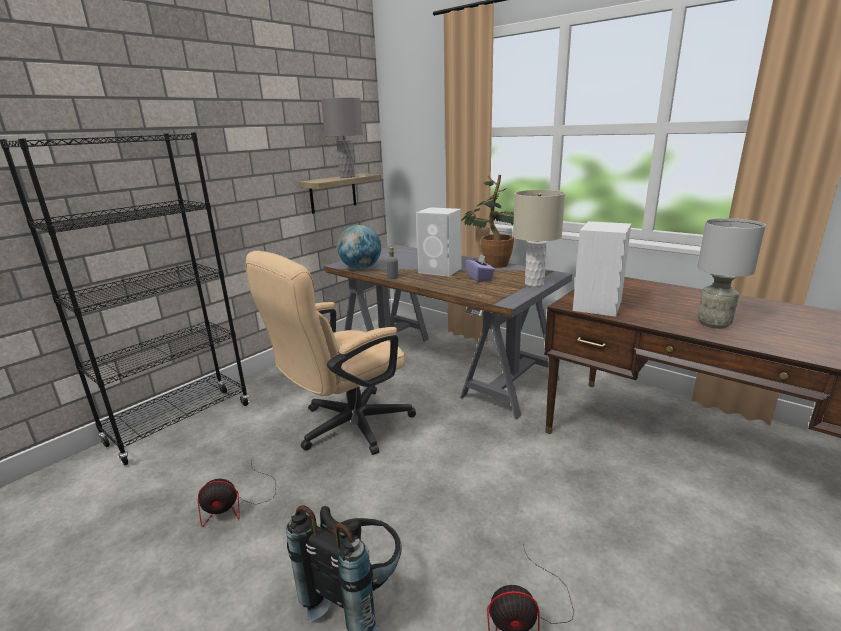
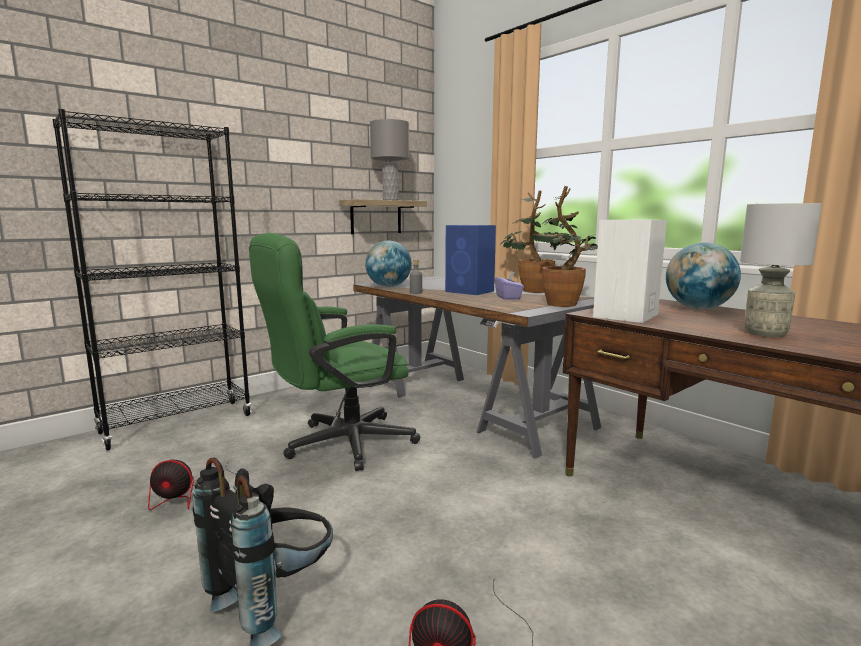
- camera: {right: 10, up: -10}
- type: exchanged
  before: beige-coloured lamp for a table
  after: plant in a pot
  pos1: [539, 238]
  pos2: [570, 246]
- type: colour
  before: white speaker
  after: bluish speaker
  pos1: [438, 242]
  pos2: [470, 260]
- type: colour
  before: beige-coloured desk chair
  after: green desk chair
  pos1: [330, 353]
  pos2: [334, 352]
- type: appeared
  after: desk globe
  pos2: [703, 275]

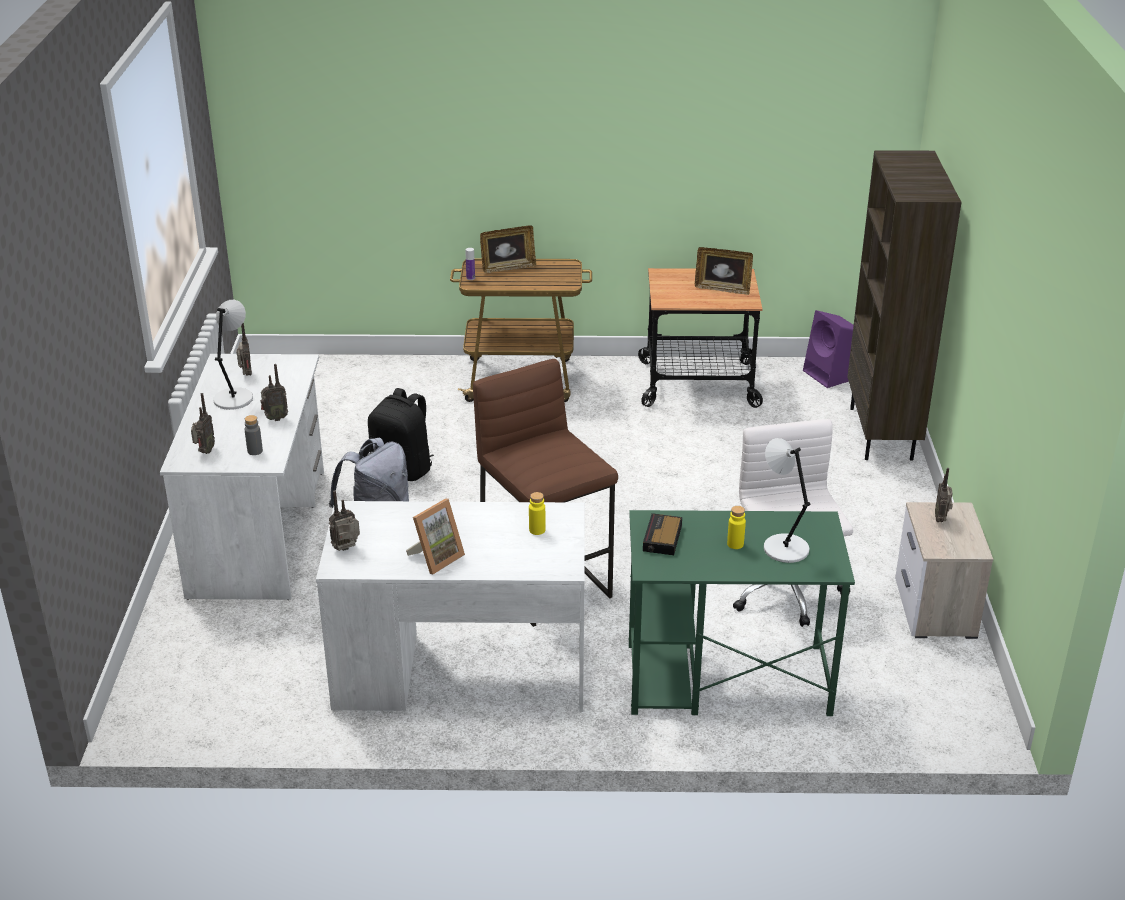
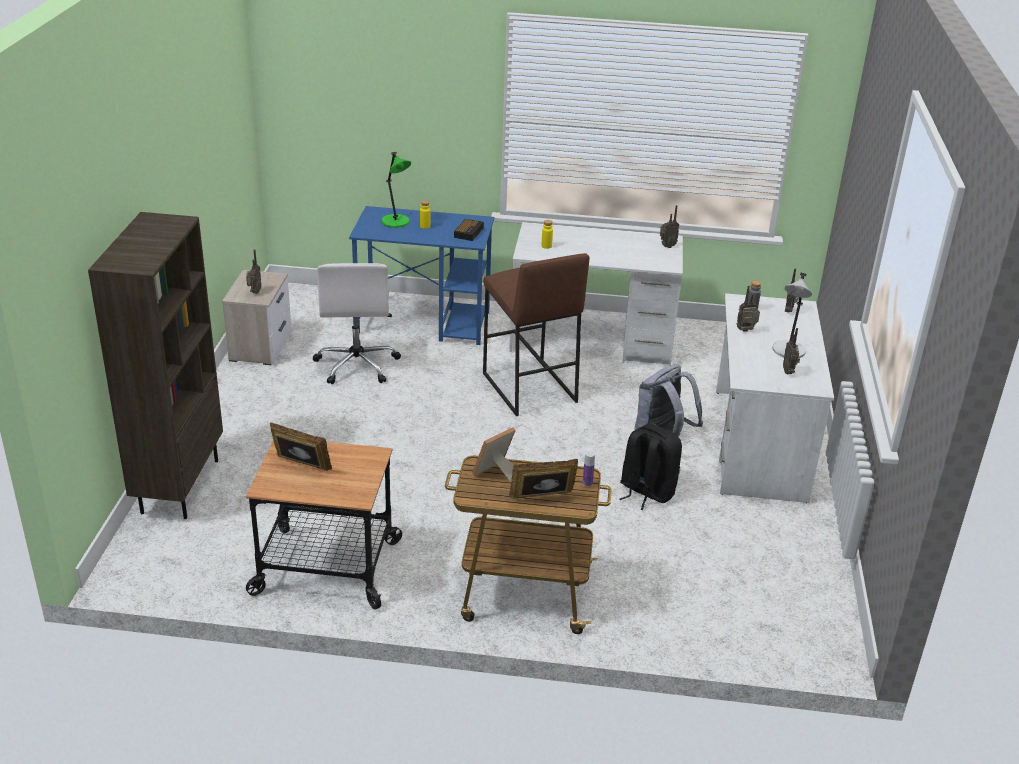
- camera: {right: -175, up: 0}
- type: missing
  before: purple-coloured speaker
  pos1: [828, 349]
- type: colour
  before: gray lamp for a table
  after: green lamp for a table
  pos1: [787, 500]
  pos2: [396, 190]
- type: relocated
  before: picture frame
  pos1: [435, 536]
  pos2: [494, 455]
- type: colour
  before: green desk table
  after: bluish desk table
  pos1: [741, 613]
  pos2: [421, 275]

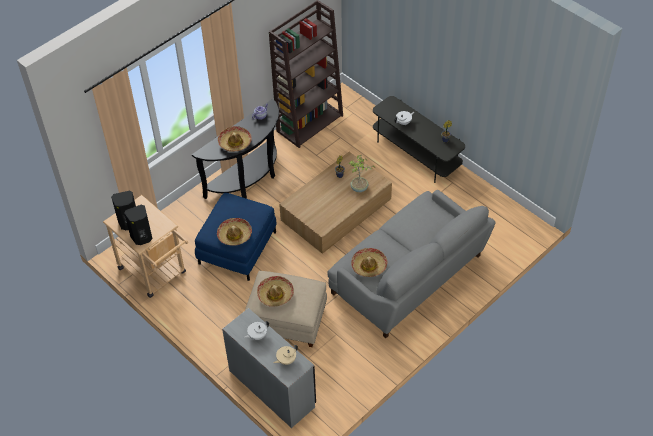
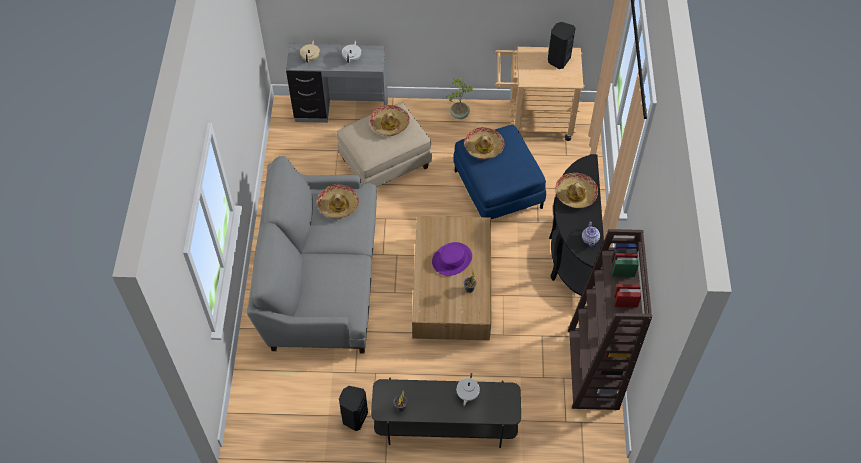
- camera: {right: 135, up: 5}
- type: relocated
  before: plant in a pot
  pos1: [362, 173]
  pos2: [459, 98]
- type: relocated
  before: blackish speaker
  pos1: [138, 224]
  pos2: [353, 408]
- type: appeared
  after: purple-coloured wearable hat
  pos2: [452, 259]

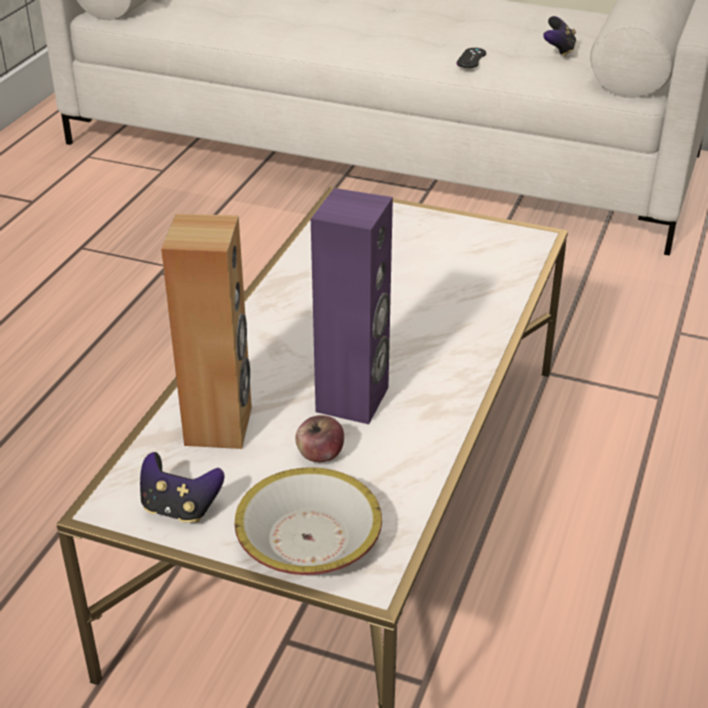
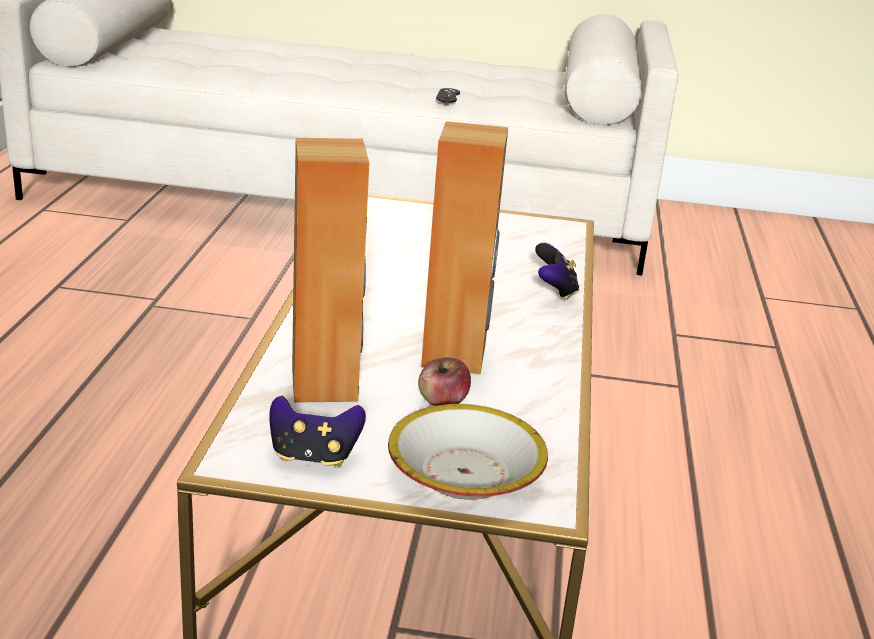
- camera: {right: -15, up: -10}
- type: relocated
  before: game controller
  pos1: [559, 36]
  pos2: [557, 271]
- type: colour
  before: purple-coloured speaker
  after: brown speaker
  pos1: [352, 306]
  pos2: [464, 247]

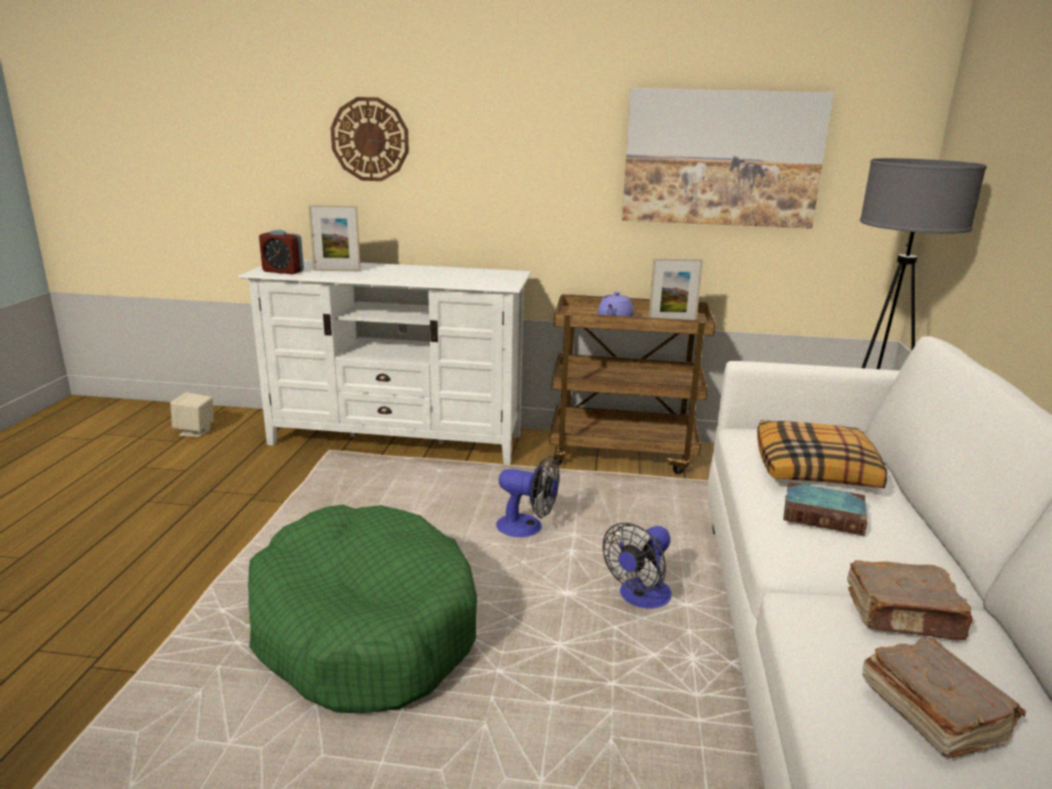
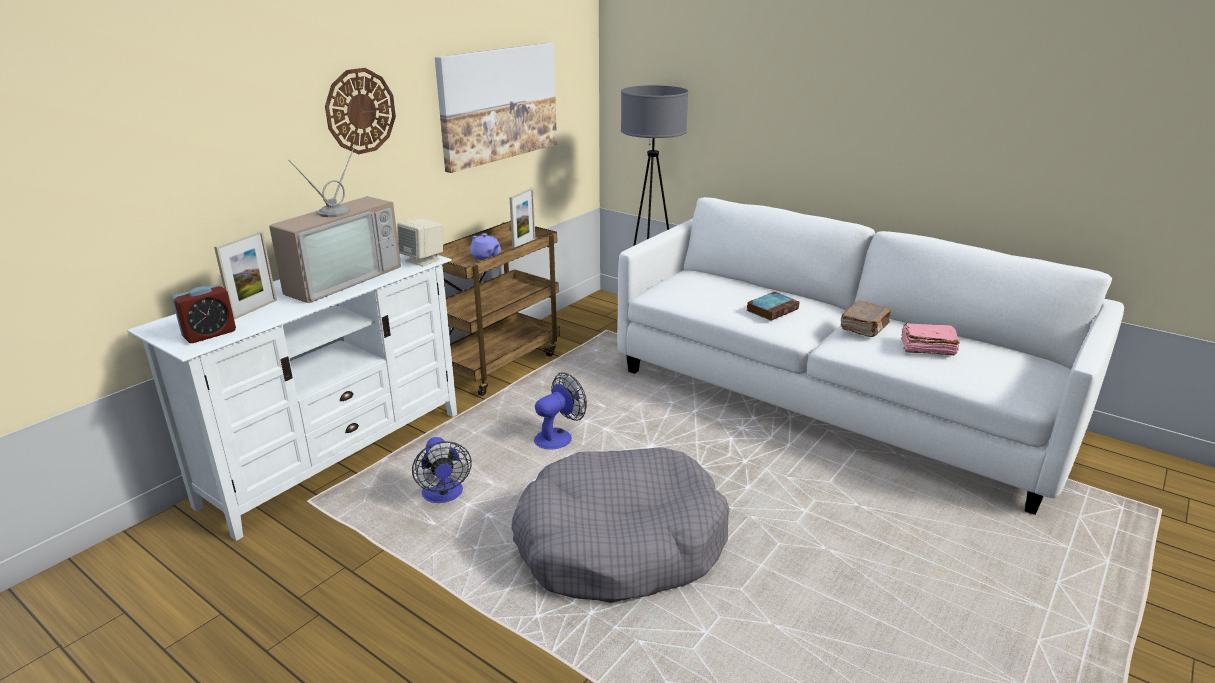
- camera: {right: -60, up: 5}
- type: relocated
  before: wall clock
  pos1: [370, 139]
  pos2: [360, 111]
- type: relocated
  before: beige-coloured speaker
  pos1: [192, 414]
  pos2: [420, 242]
- type: missing
  before: throw pillow
  pos1: [822, 454]
- type: colour
  before: green dog bed
  after: gray dog bed
  pos1: [362, 608]
  pos2: [621, 525]
- type: relocated
  before: fan
  pos1: [637, 566]
  pos2: [442, 470]
- type: colour
  before: brown book
  after: pinkish book
  pos1: [944, 697]
  pos2: [930, 339]
- type: appeared
  after: TV
  pos2: [335, 224]

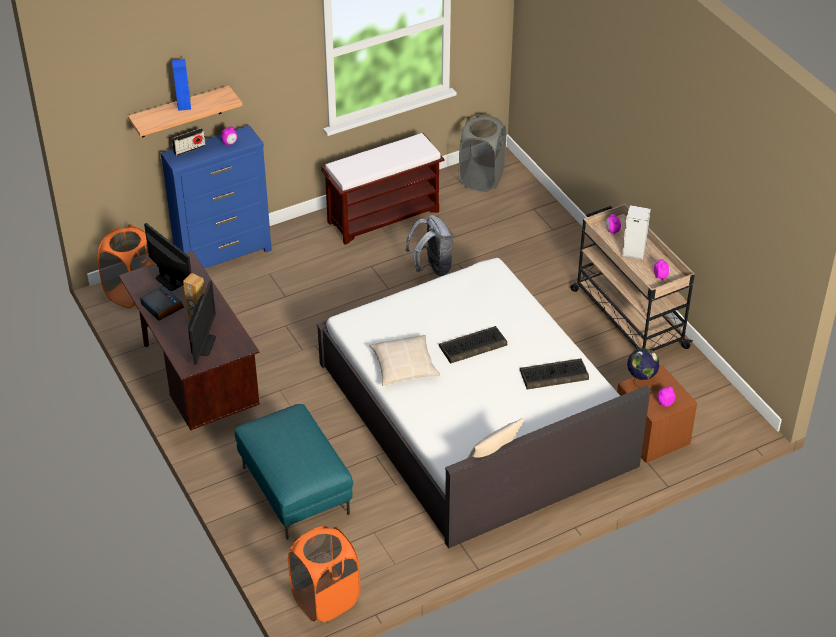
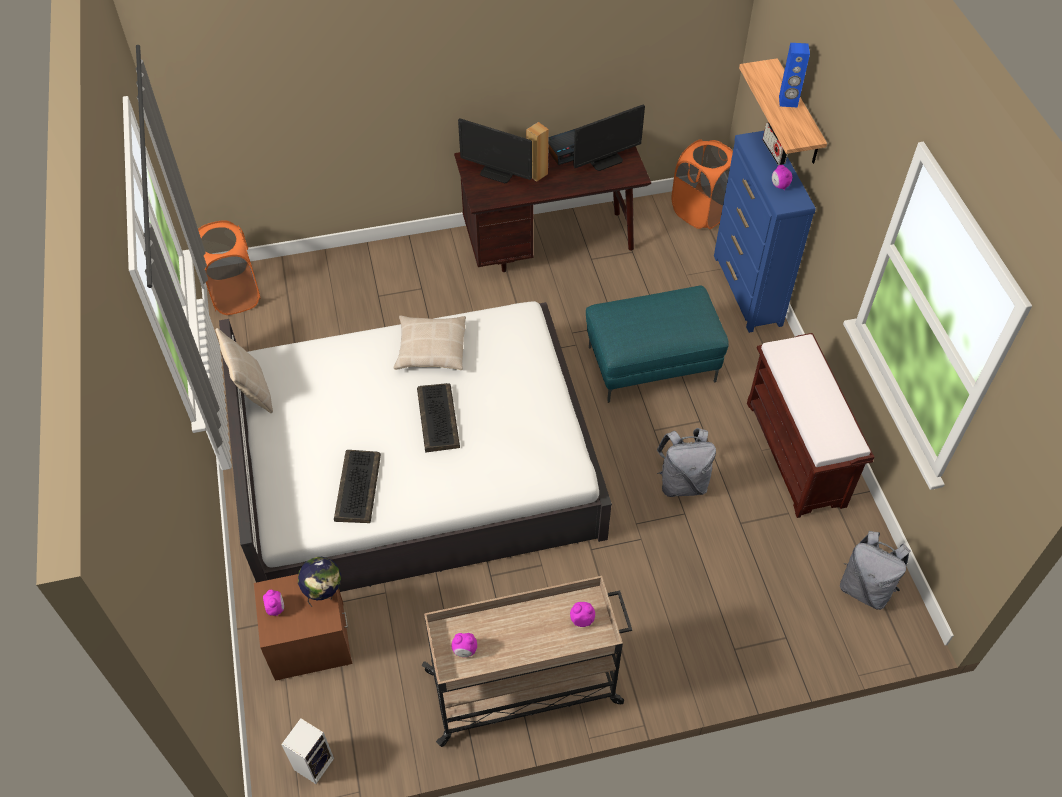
- camera: {right: 105, up: 10}
- type: exchanged
  before: gray washing basket
  after: gray rucksack
  pos1: [482, 153]
  pos2: [875, 570]
- type: relocated
  before: speaker
  pos1: [636, 232]
  pos2: [307, 751]
- type: relocated
  before: turquoise ottoman
  pos1: [294, 472]
  pos2: [657, 344]

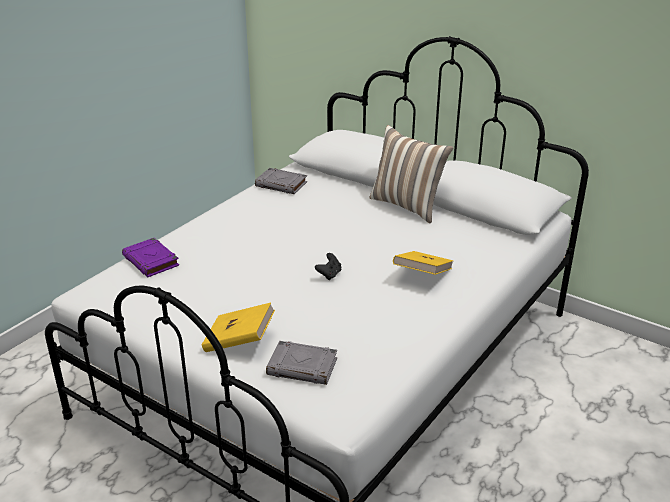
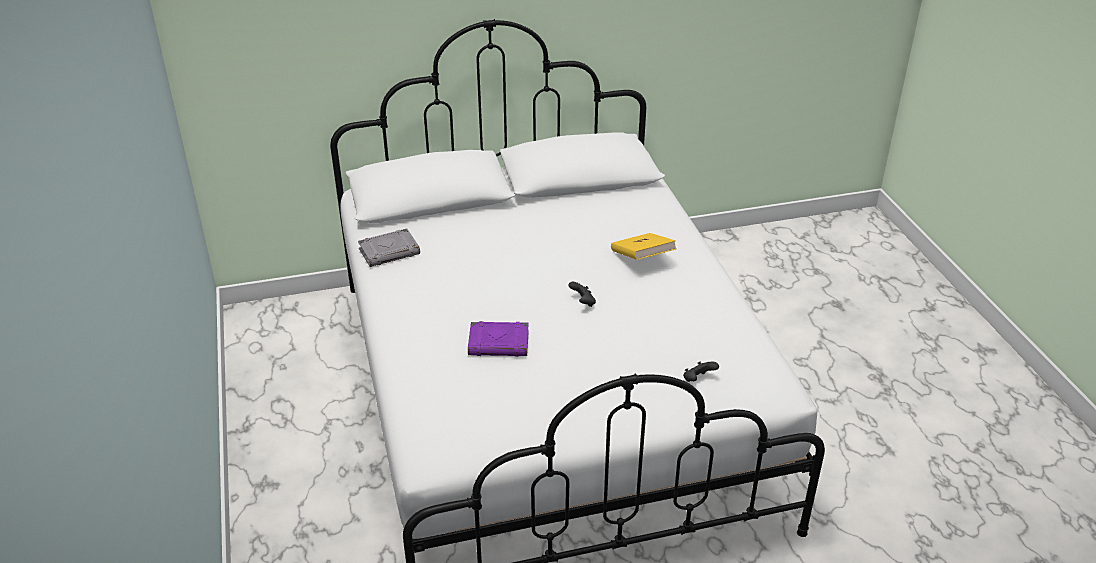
- camera: {right: -50, up: 5}
- type: missing
  before: throw pillow
  pos1: [411, 174]
- type: relocated
  before: purple-coloured book
  pos1: [150, 257]
  pos2: [498, 339]
- type: missing
  before: yellowish book
  pos1: [238, 327]
- type: exchanged
  before: gray book
  after: blackish game controller
  pos1: [301, 363]
  pos2: [701, 371]

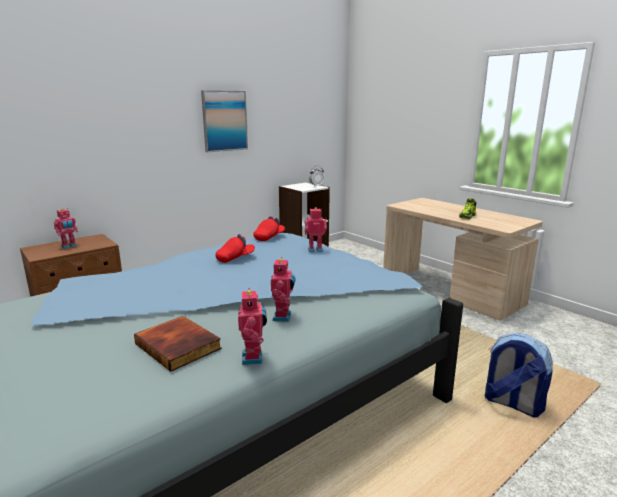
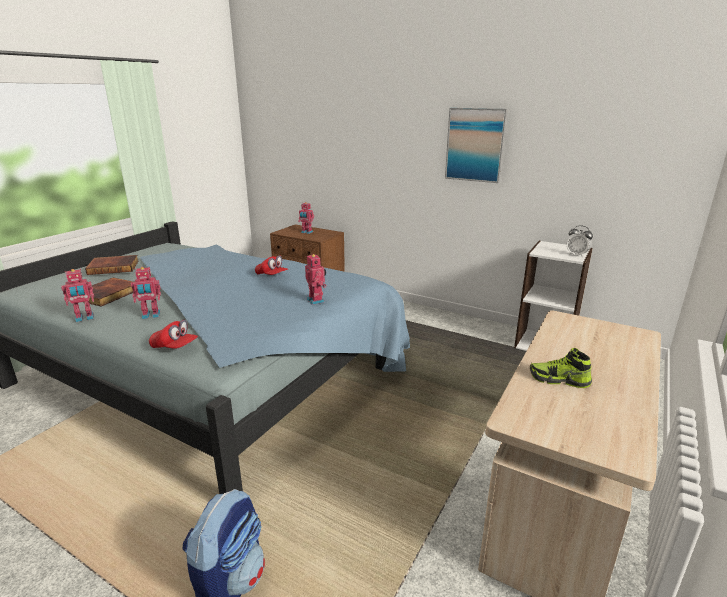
- camera: {right: 70, up: 5}
- type: relocated
  before: red baseball cap
  pos1: [269, 228]
  pos2: [173, 334]
- type: appeared
  after: book
  pos2: [111, 265]

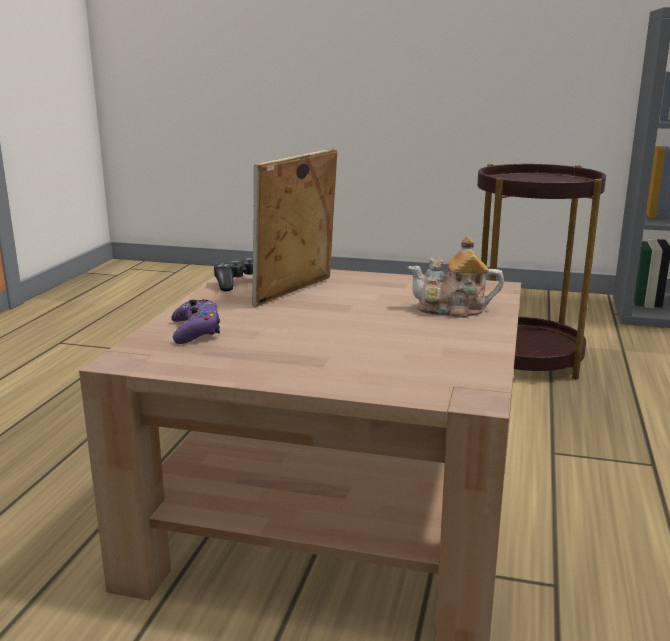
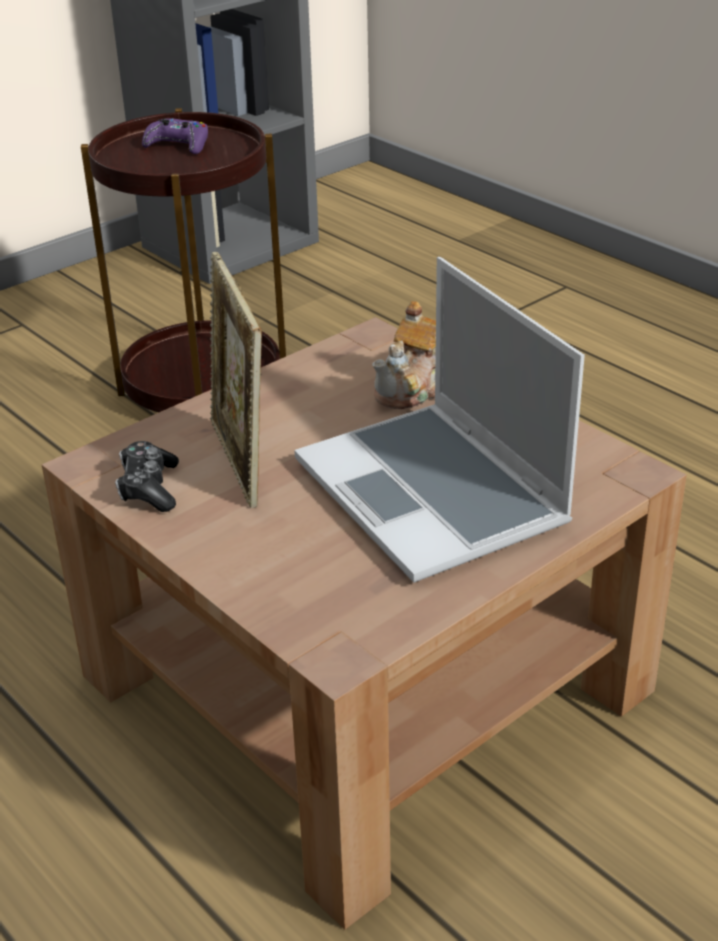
- camera: {right: -55, up: 15}
- type: relocated
  before: purple-coloured game controller
  pos1: [195, 321]
  pos2: [175, 136]
- type: appeared
  after: laptop
  pos2: [439, 420]

